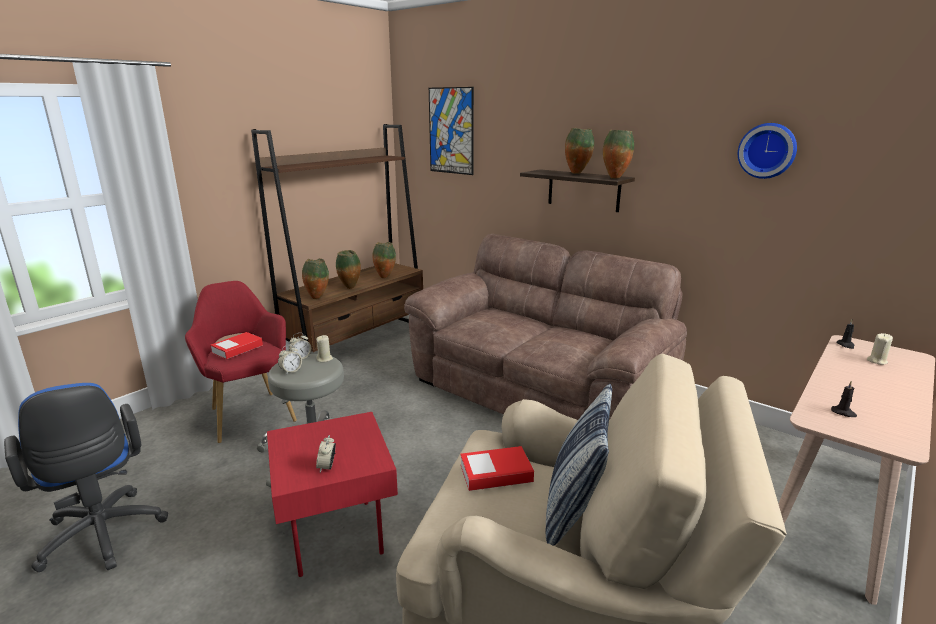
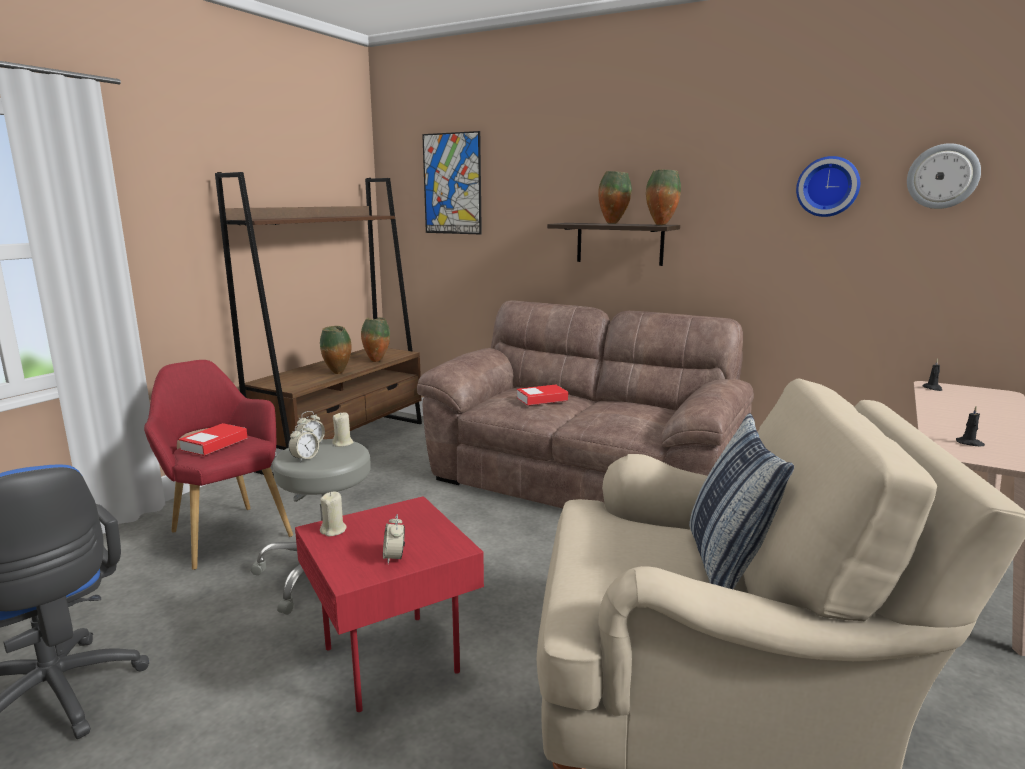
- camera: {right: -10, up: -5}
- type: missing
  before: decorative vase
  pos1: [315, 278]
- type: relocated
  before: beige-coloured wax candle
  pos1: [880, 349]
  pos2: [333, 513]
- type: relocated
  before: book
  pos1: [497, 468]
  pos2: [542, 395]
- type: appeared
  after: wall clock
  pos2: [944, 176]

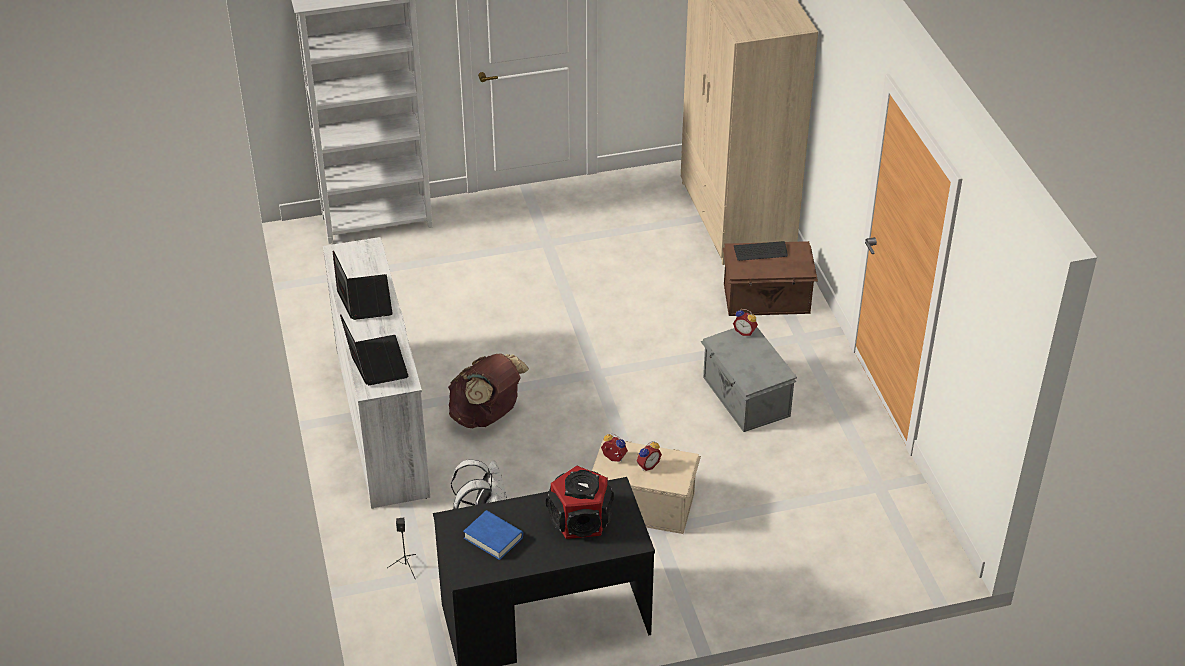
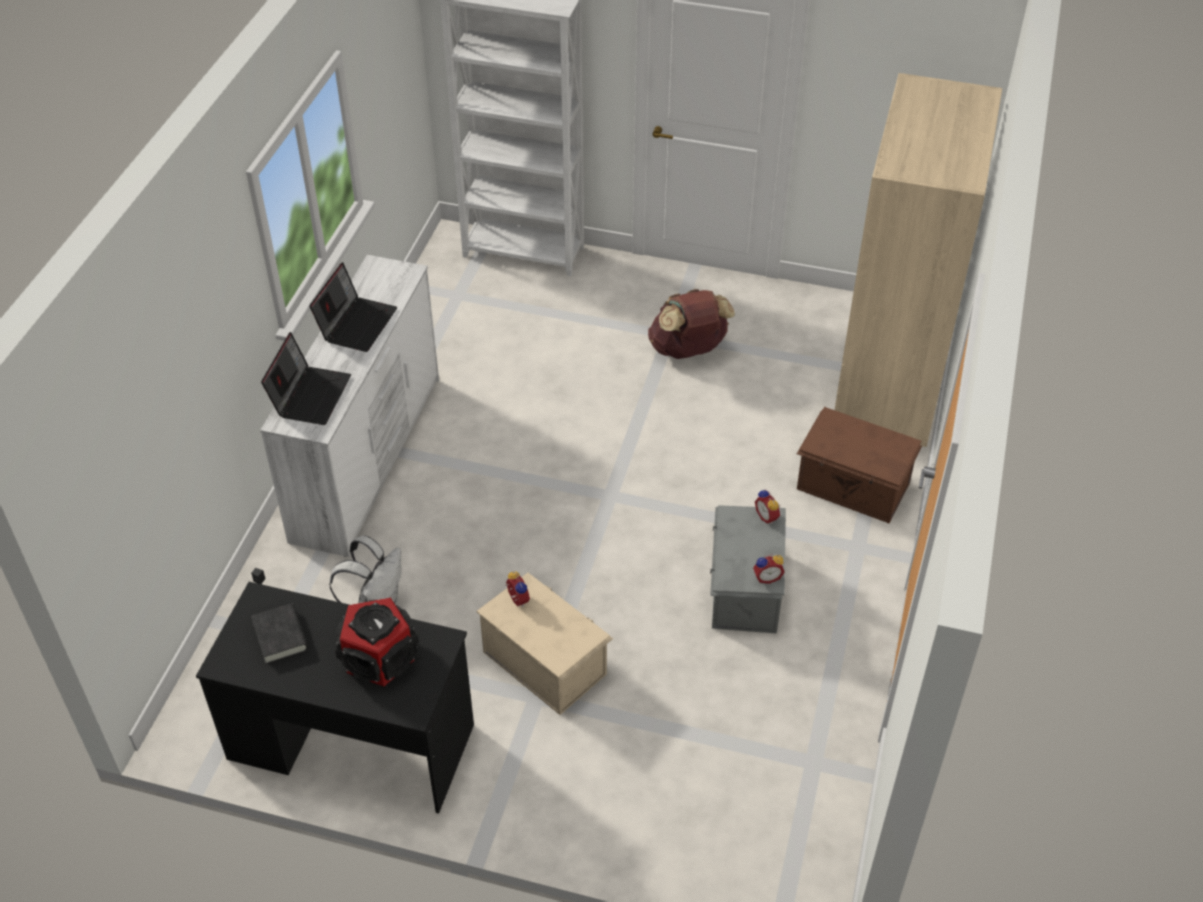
- camera: {right: 30, up: 5}
- type: missing
  before: computer keyboard
  pos1: [761, 251]
- type: relocated
  before: brown rucksack
  pos1: [488, 390]
  pos2: [691, 324]
- type: relocated
  before: table clock
  pos1: [649, 456]
  pos2: [769, 569]
- type: colour
  before: bluish book
  after: blackish book
  pos1: [493, 535]
  pos2: [279, 633]

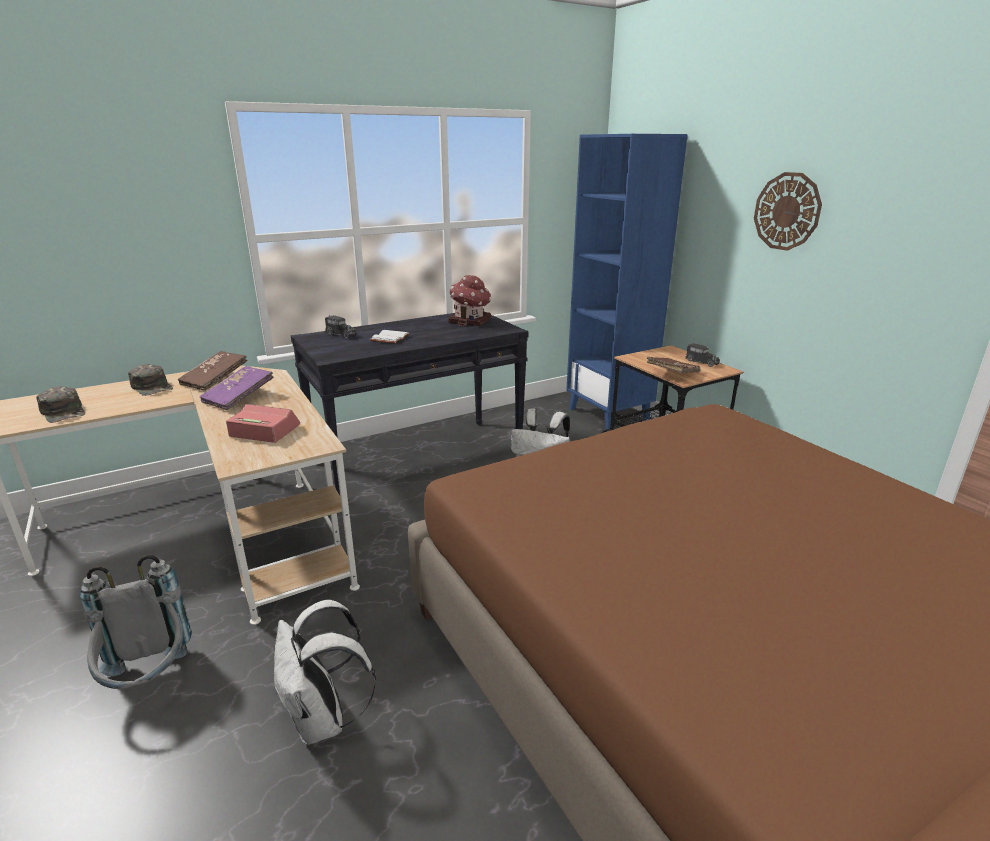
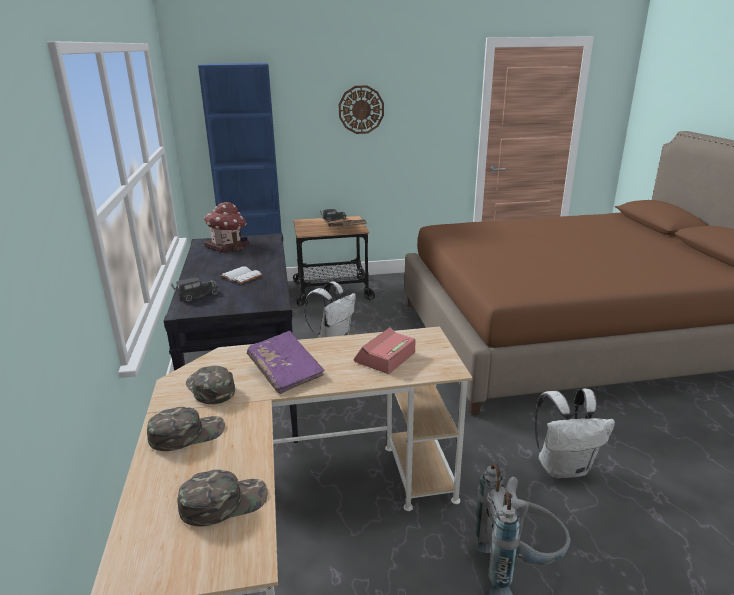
- camera: {right: -70, up: 0}
- type: exchanged
  before: brown book
  after: green baseball cap
  pos1: [212, 371]
  pos2: [210, 385]

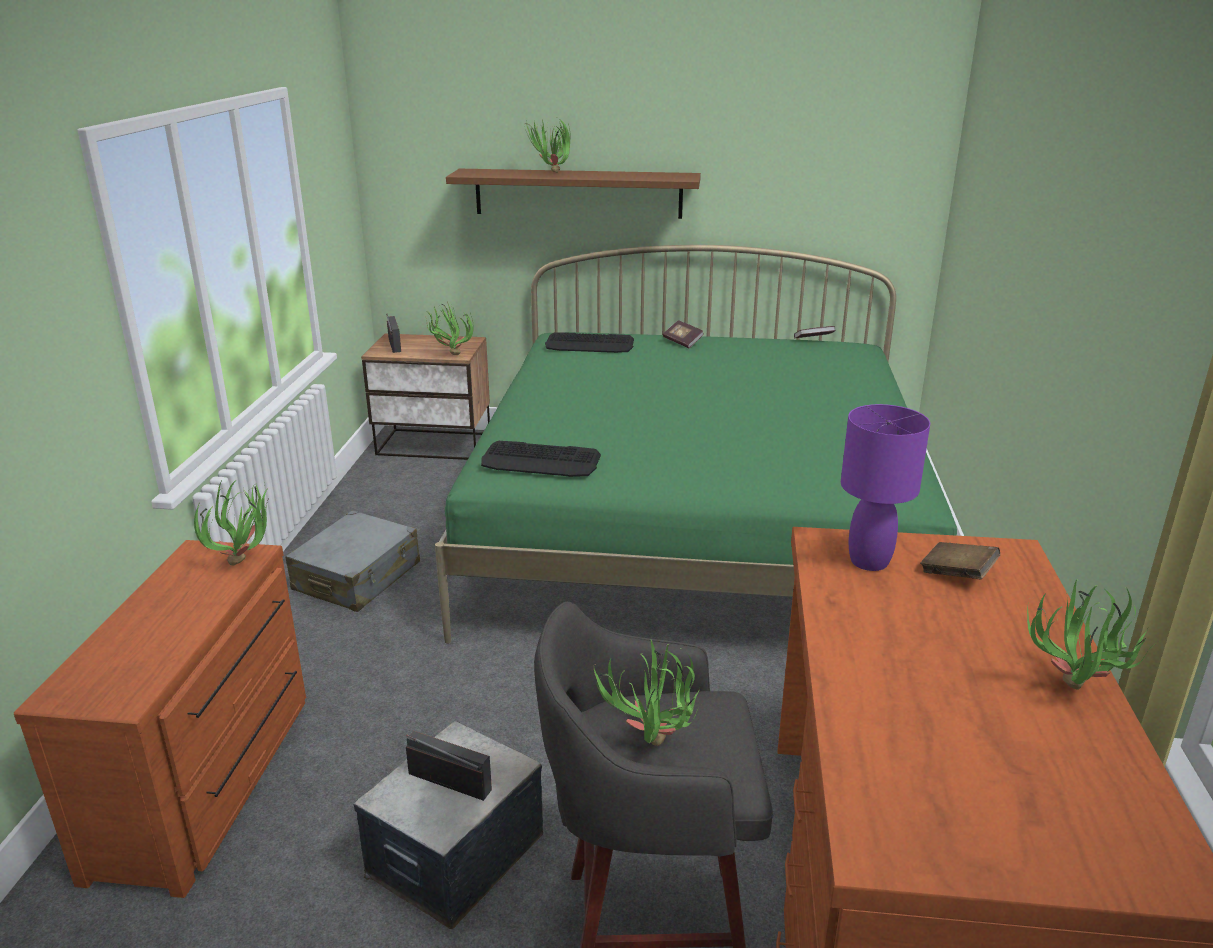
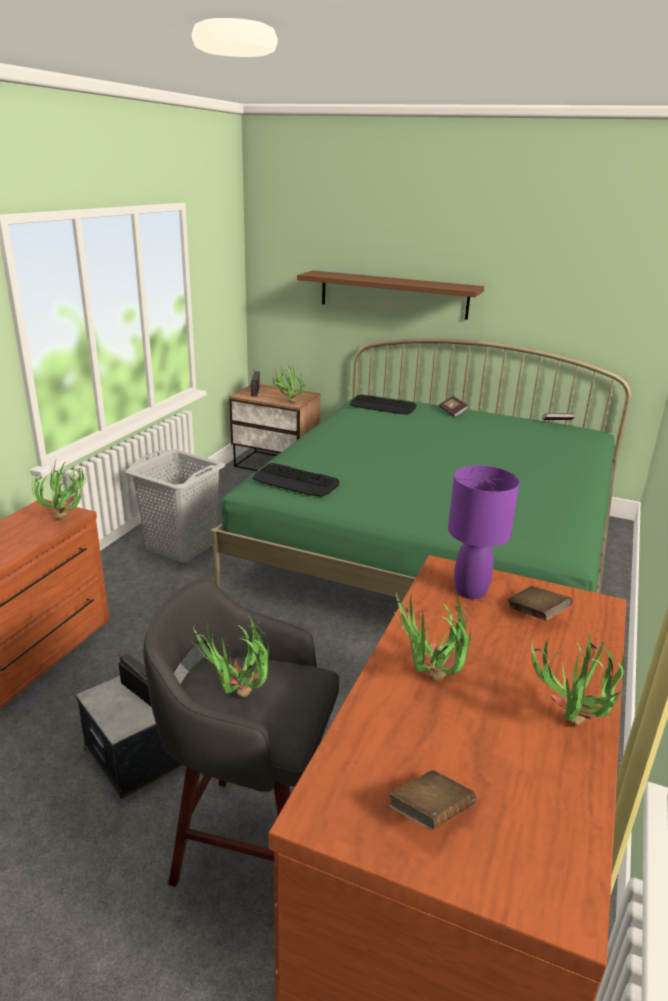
- camera: {right: 15, up: 0}
- type: relocated
  before: plant in a pot
  pos1: [547, 145]
  pos2: [430, 637]
- type: exchanged
  before: gray piece of luggage
  after: gray washing basket
  pos1: [352, 561]
  pos2: [175, 506]
- type: appeared
  after: brown book
  pos2: [432, 800]

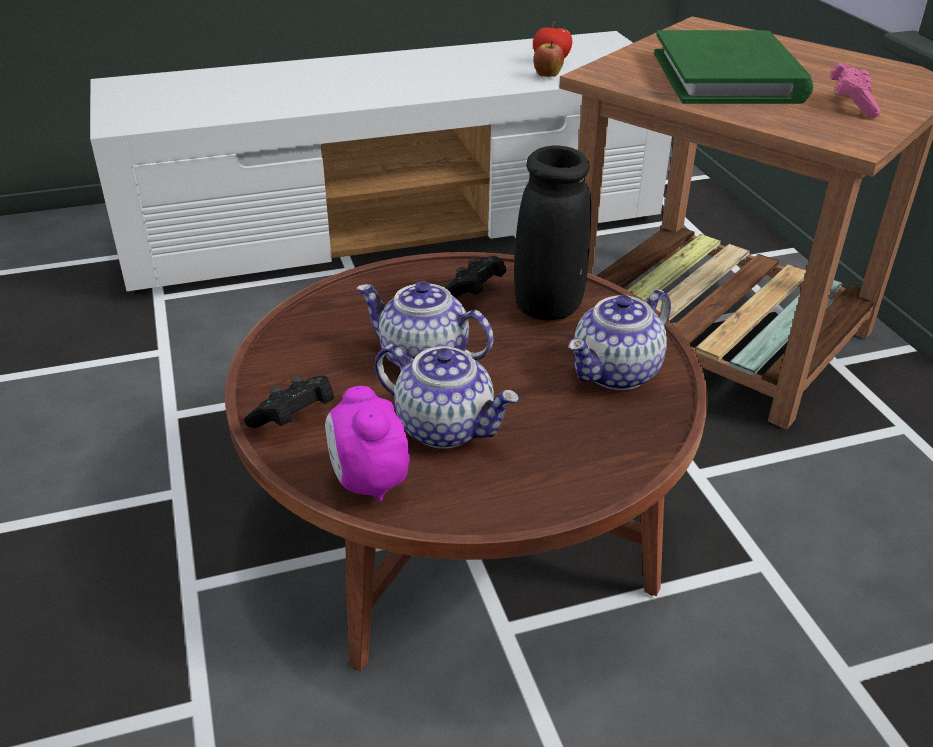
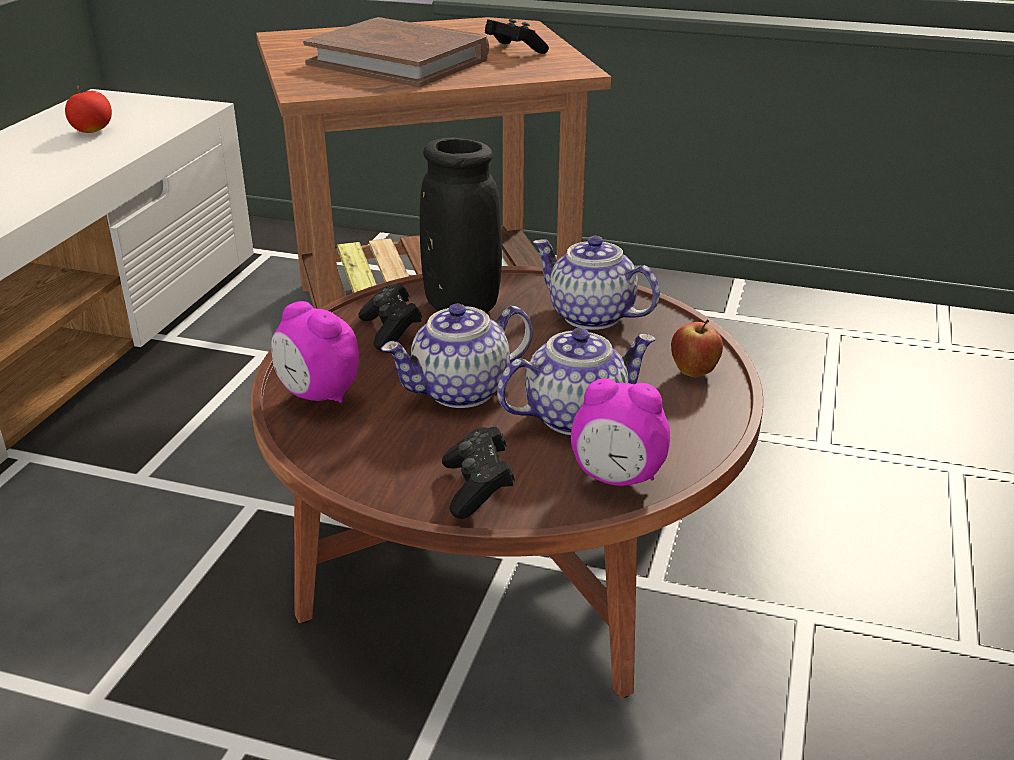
- camera: {right: -55, up: -5}
- type: colour
  before: green book
  after: brown book
  pos1: [733, 67]
  pos2: [396, 52]
- type: relocated
  before: apple fruit
  pos1: [548, 58]
  pos2: [697, 348]
- type: colour
  before: pinkish game controller
  after: blackish game controller
  pos1: [855, 90]
  pos2: [517, 36]
- type: spun
  before: teapot
  pos1: [619, 339]
  pos2: [596, 283]
  turn: 135
- type: appeared
  after: table clock
  pos2: [315, 352]

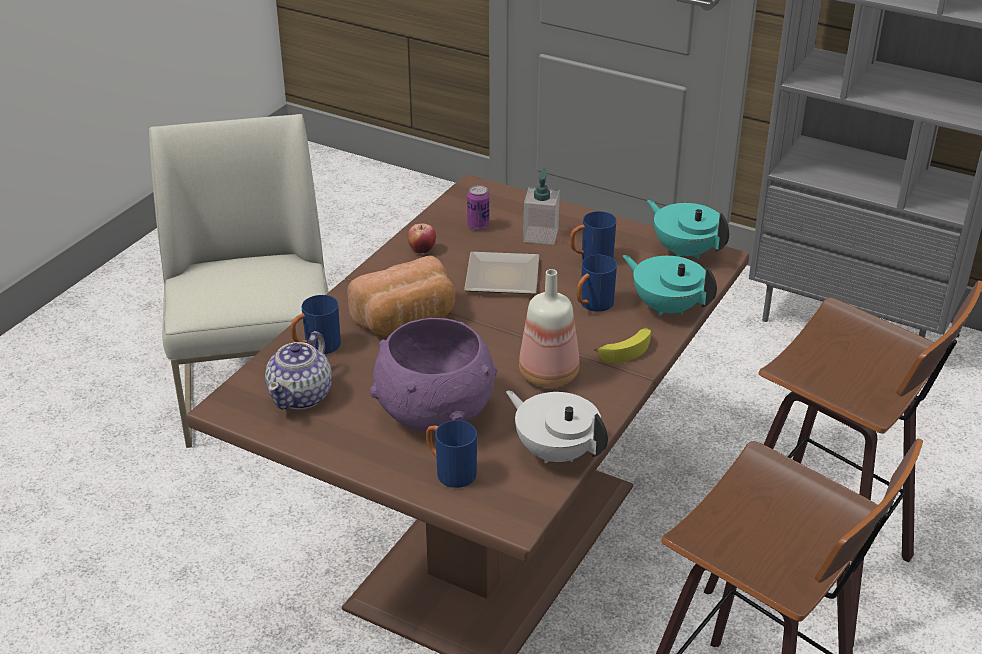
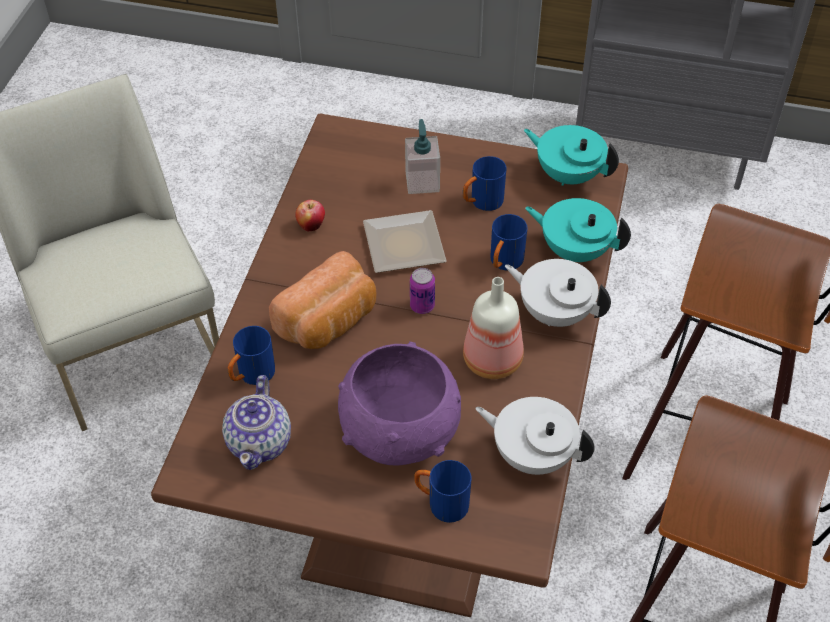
- camera: {right: -15, up: 15}
- type: relocated
  before: can
  pos1: [478, 208]
  pos2: [422, 291]
- type: exchanged
  before: banana fruit
  after: white teapot
  pos1: [622, 345]
  pos2: [558, 293]

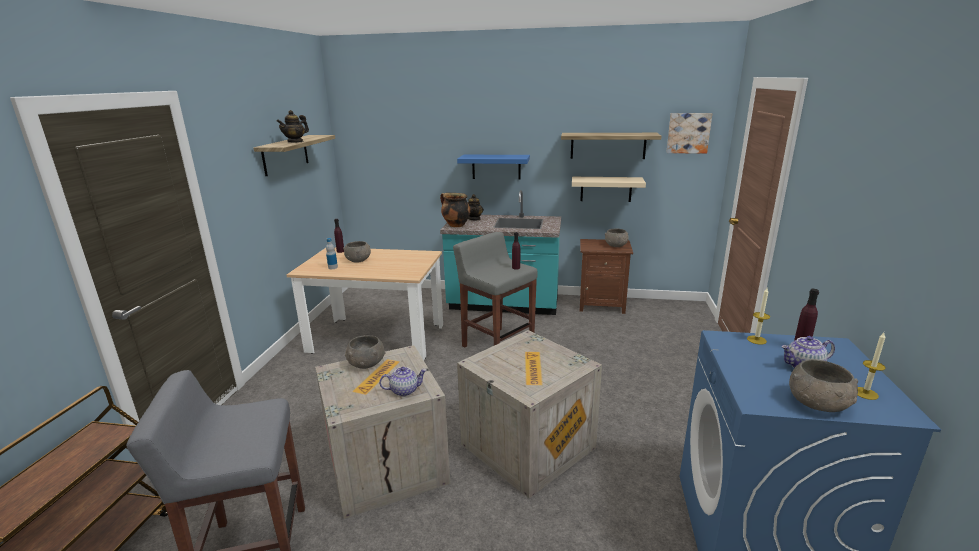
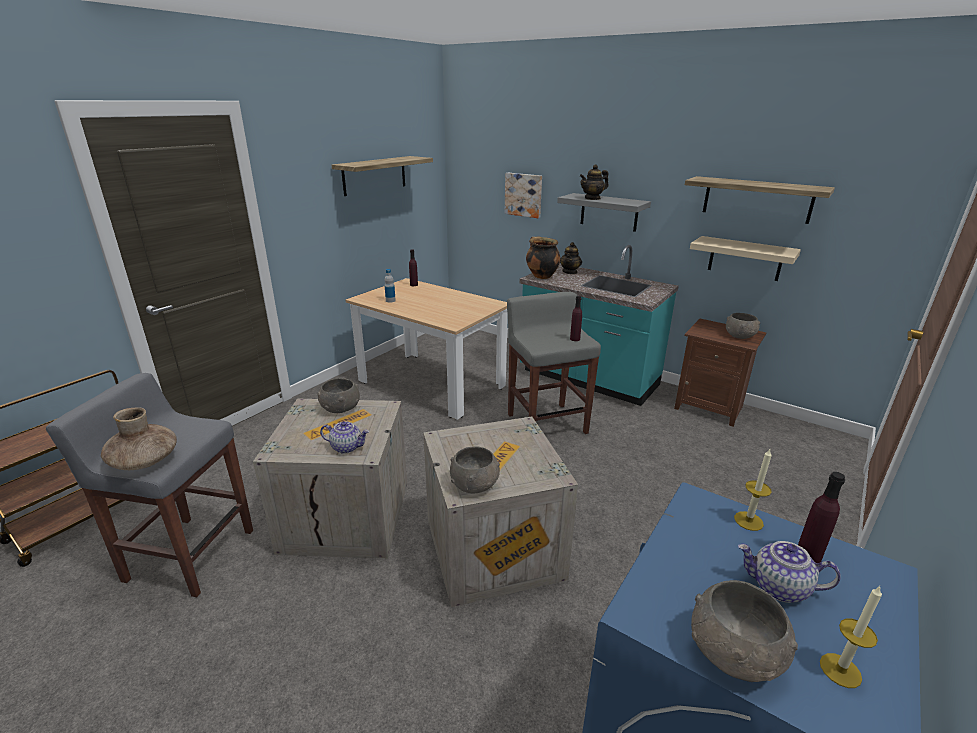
- camera: {right: 25, up: 5}
- type: relocated
  before: teapot
  pos1: [293, 126]
  pos2: [594, 182]
- type: relocated
  before: picture
  pos1: [689, 133]
  pos2: [523, 195]
- type: colour
  before: bluish wall shelf
  after: gray wall shelf
  pos1: [493, 167]
  pos2: [604, 212]
- type: relocated
  before: gray deep dish
  pos1: [357, 252]
  pos2: [475, 469]
- type: appeared
  after: brown decorative vase
  pos2: [139, 438]

